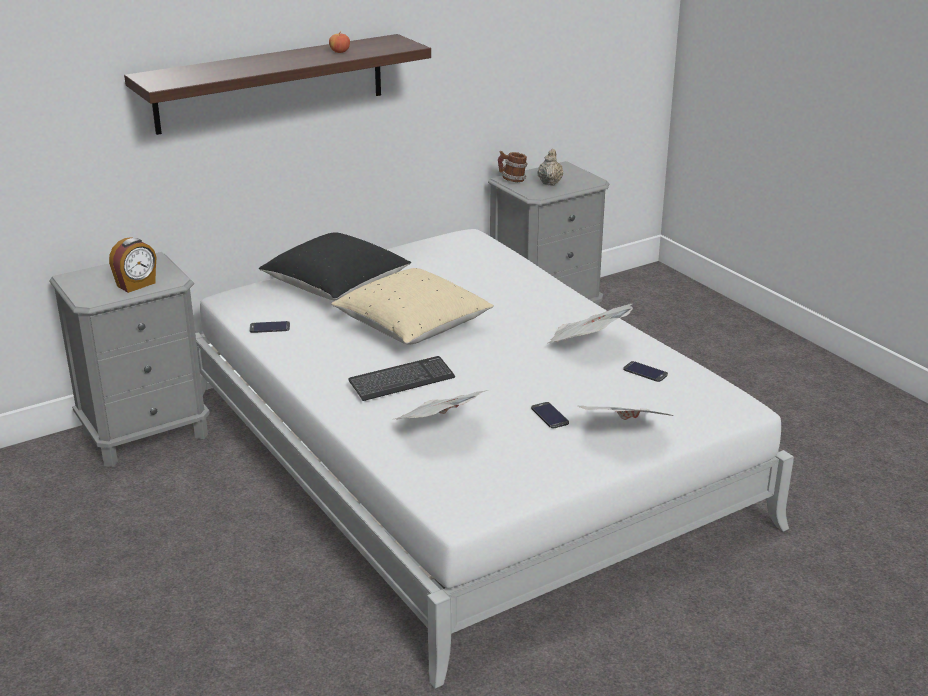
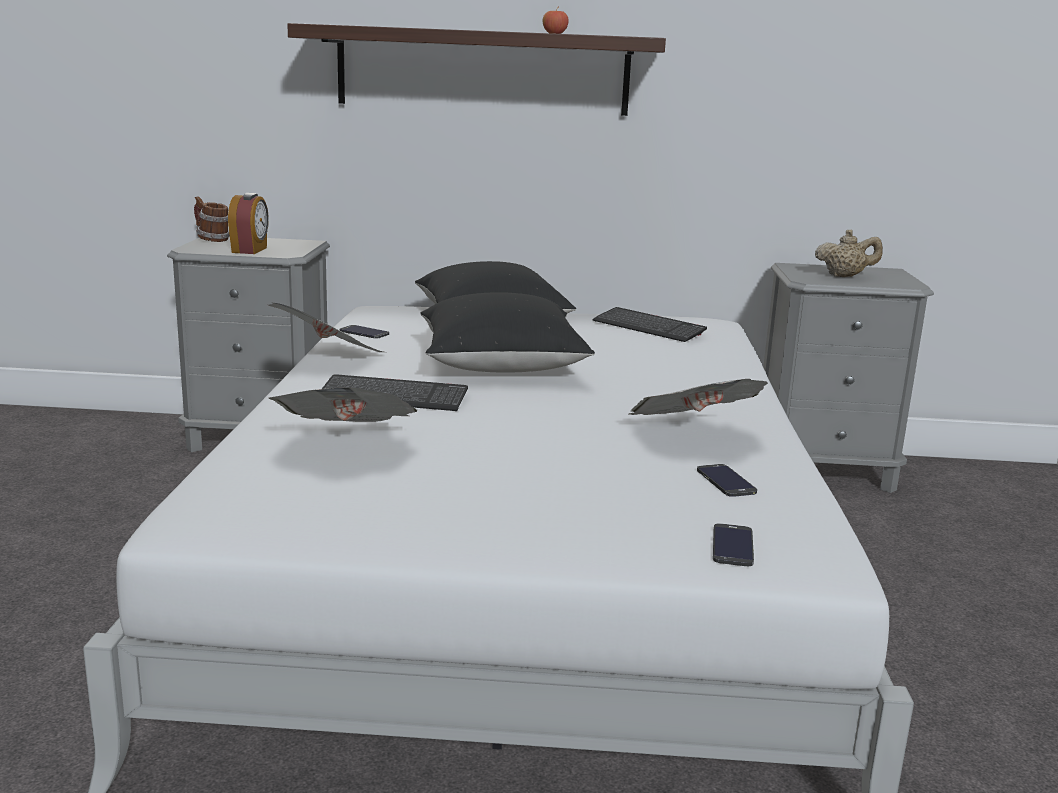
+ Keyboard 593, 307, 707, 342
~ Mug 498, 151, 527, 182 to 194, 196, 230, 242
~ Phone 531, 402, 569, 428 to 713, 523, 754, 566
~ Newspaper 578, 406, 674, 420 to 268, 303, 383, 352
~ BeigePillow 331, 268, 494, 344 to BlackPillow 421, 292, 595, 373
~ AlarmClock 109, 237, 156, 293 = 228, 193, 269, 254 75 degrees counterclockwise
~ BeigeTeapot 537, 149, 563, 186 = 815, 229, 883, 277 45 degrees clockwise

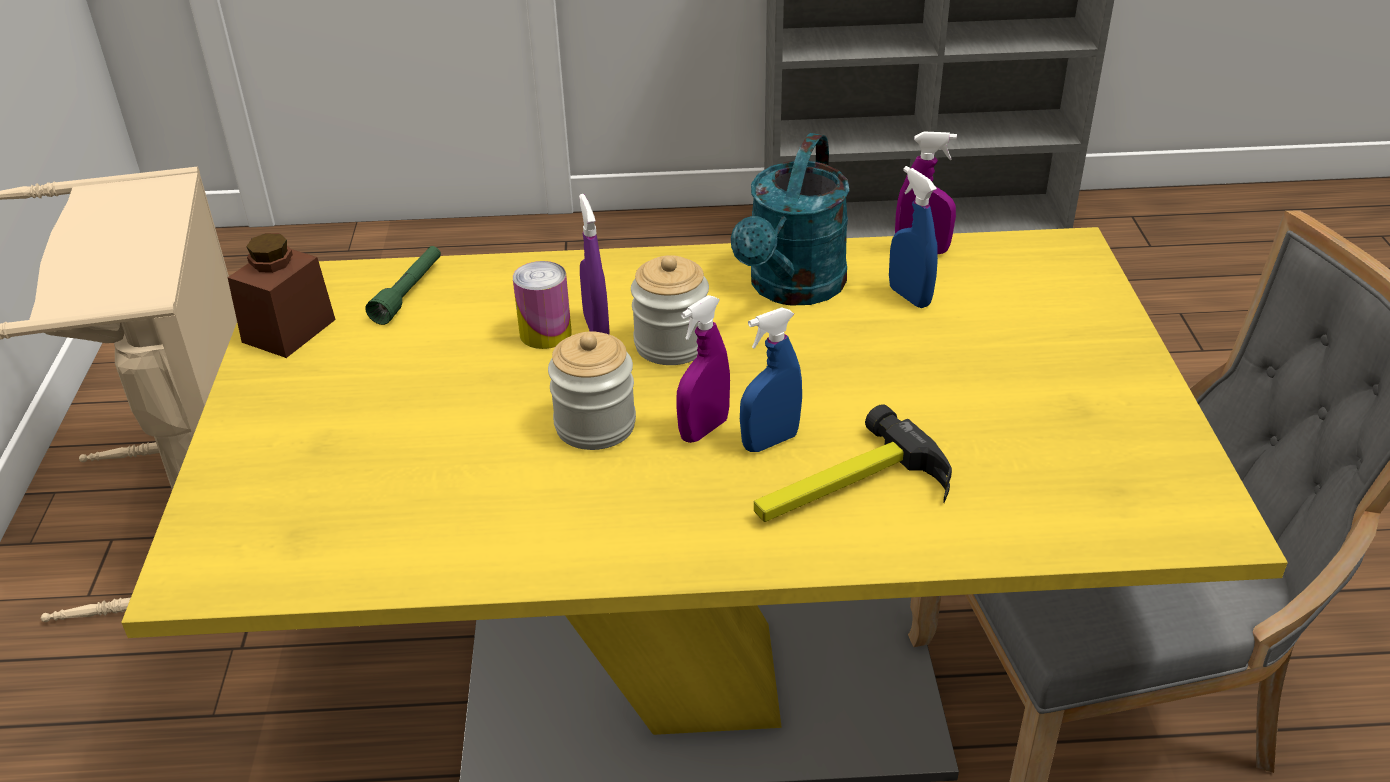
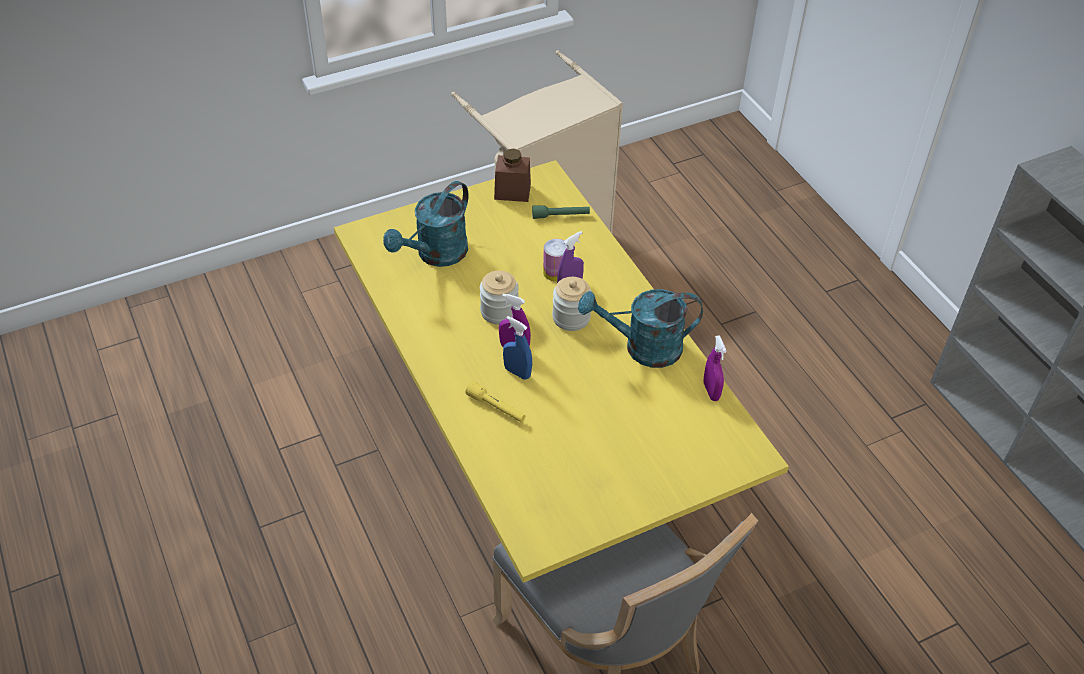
- BlueSprayBottle 889, 166, 938, 308
+ TurquoiseWateringCan 383, 181, 469, 267
~ Hammer 754, 404, 952, 522 to YellowFlashlight 465, 381, 525, 422

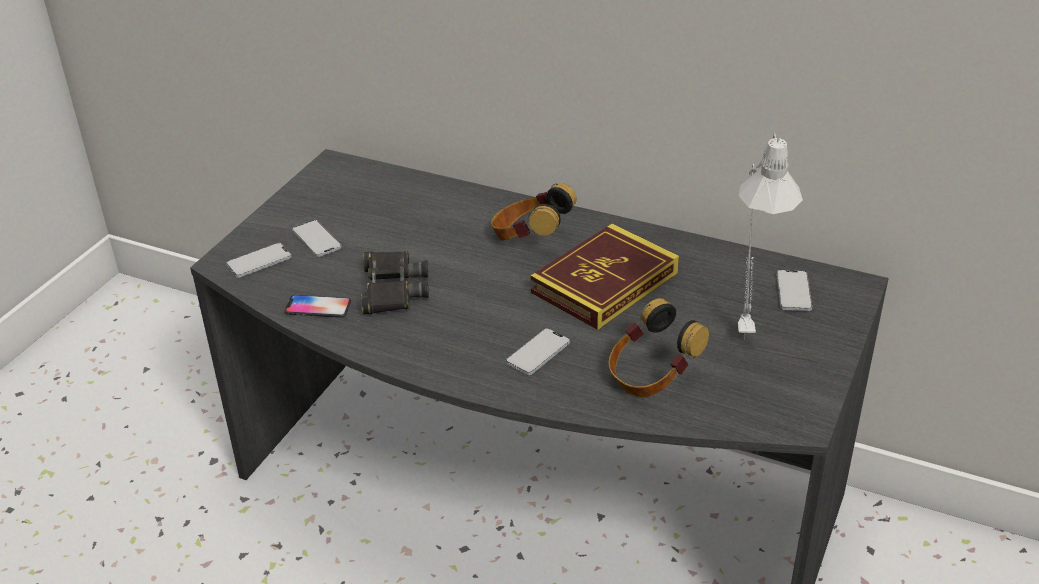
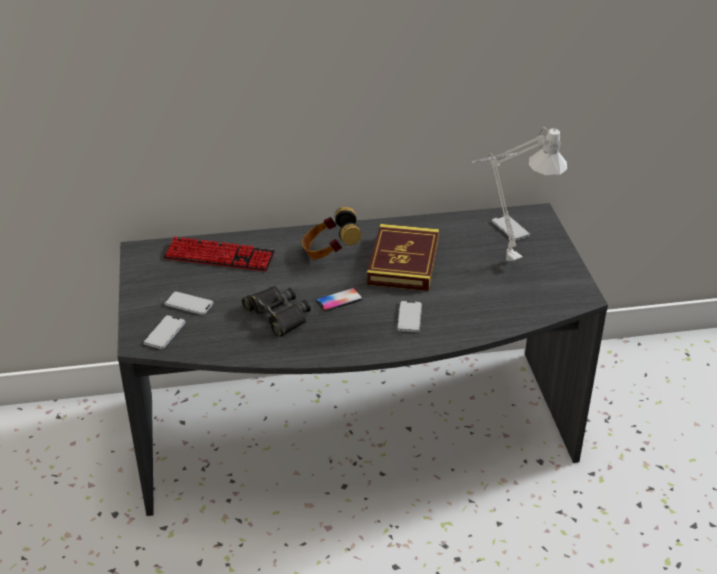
- Headphones 608, 298, 709, 397
+ Keyboard 163, 237, 275, 271
~ Phone 284, 295, 351, 318 to 315, 288, 363, 312

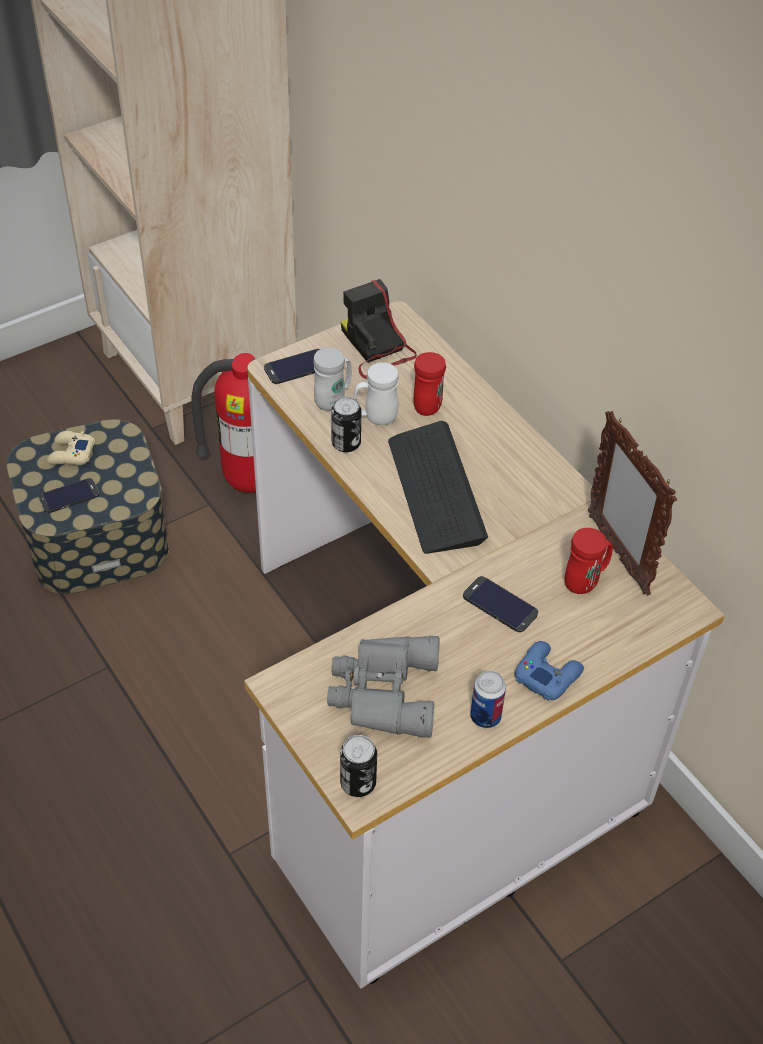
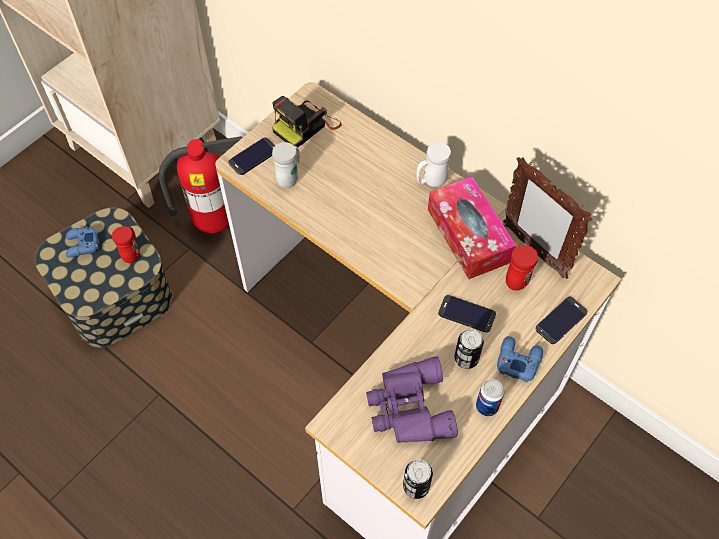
- Keyboard 388, 421, 488, 554
+ TissueBox 428, 177, 516, 279
~ Phone 39, 478, 99, 513 to 535, 297, 587, 344
~ Can 331, 396, 361, 452 to 454, 329, 484, 369
~ WhiteMug 354, 362, 399, 425 to 416, 142, 451, 187
~ RedMug 414, 352, 446, 416 to 112, 226, 139, 263
~ BeigeGameController 47, 431, 95, 465 to BlueGameController 66, 227, 98, 258
~ GreyBinoculars 327, 636, 440, 738 to PurpleBinoculars 366, 356, 458, 443
~ PhotoCamera 341, 279, 417, 379 = 272, 96, 342, 147 90 degrees counterclockwise

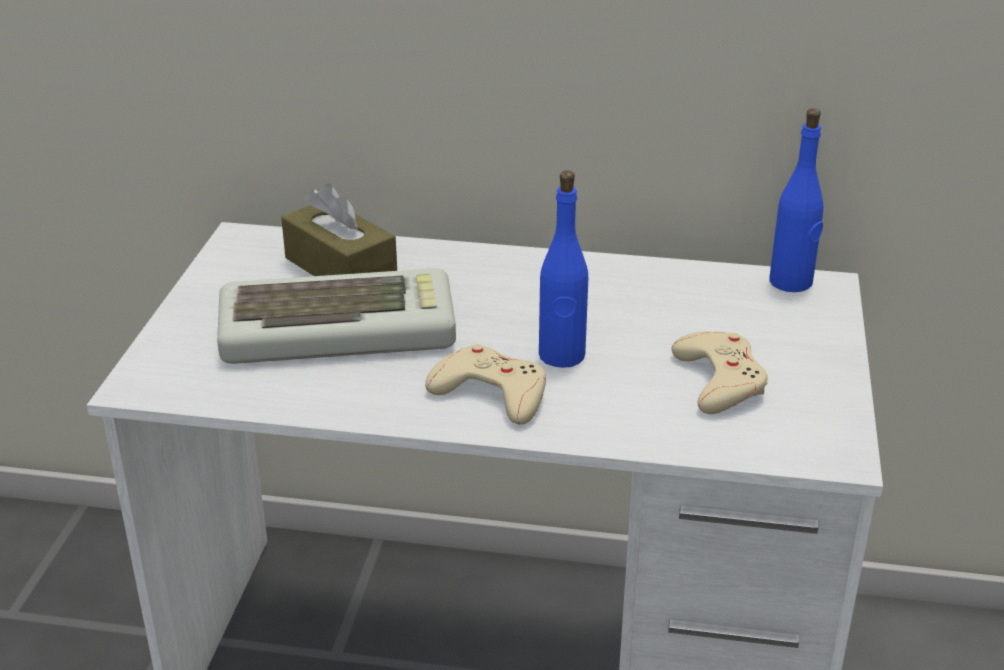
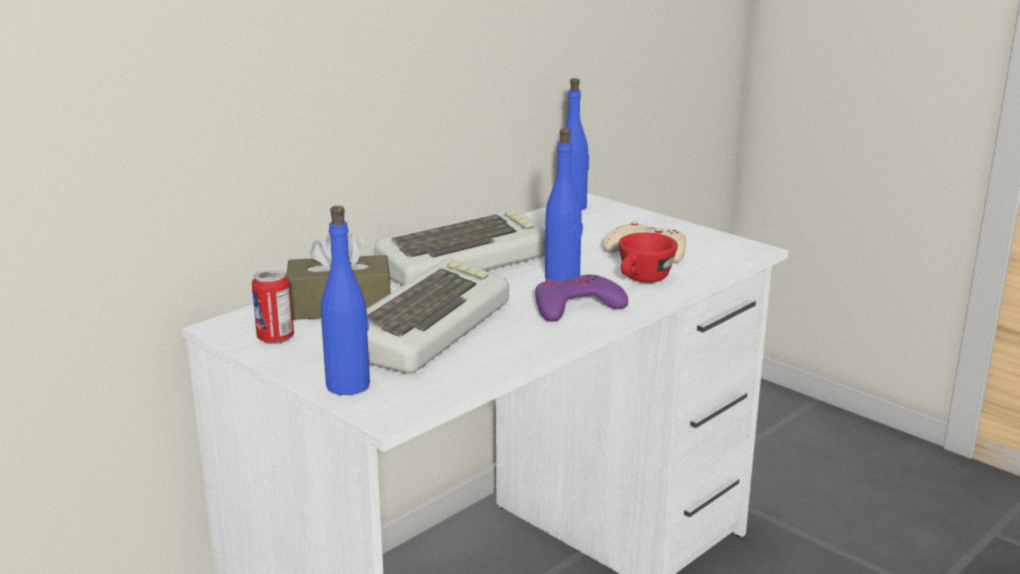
+ Can 252, 269, 294, 344
+ BlueBottle 321, 206, 370, 395
+ Keyboard 375, 208, 545, 286
+ RedCup 618, 233, 678, 283
~ BeigeGameController 425, 344, 546, 425 to PurpleGameController 535, 275, 628, 322

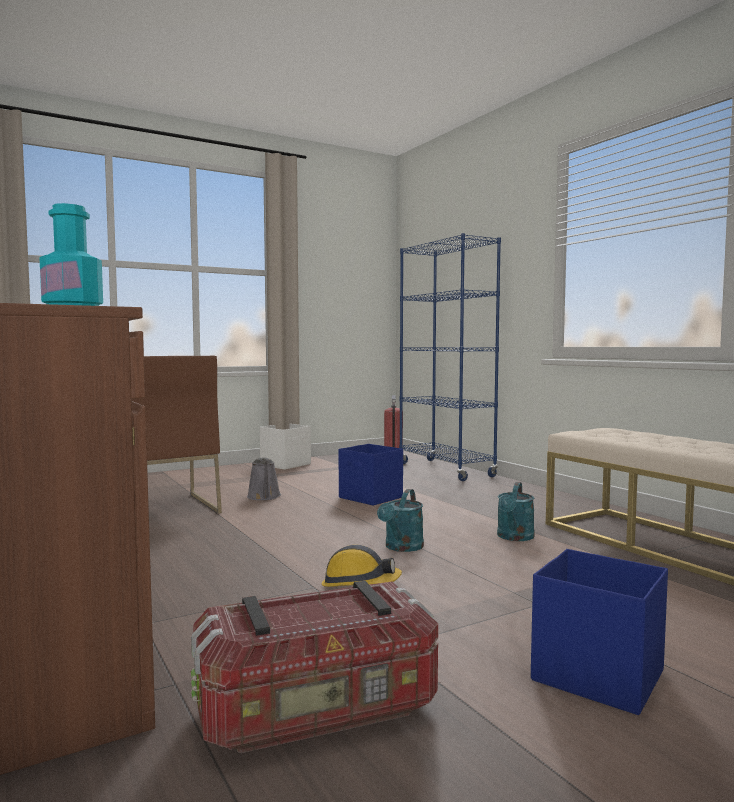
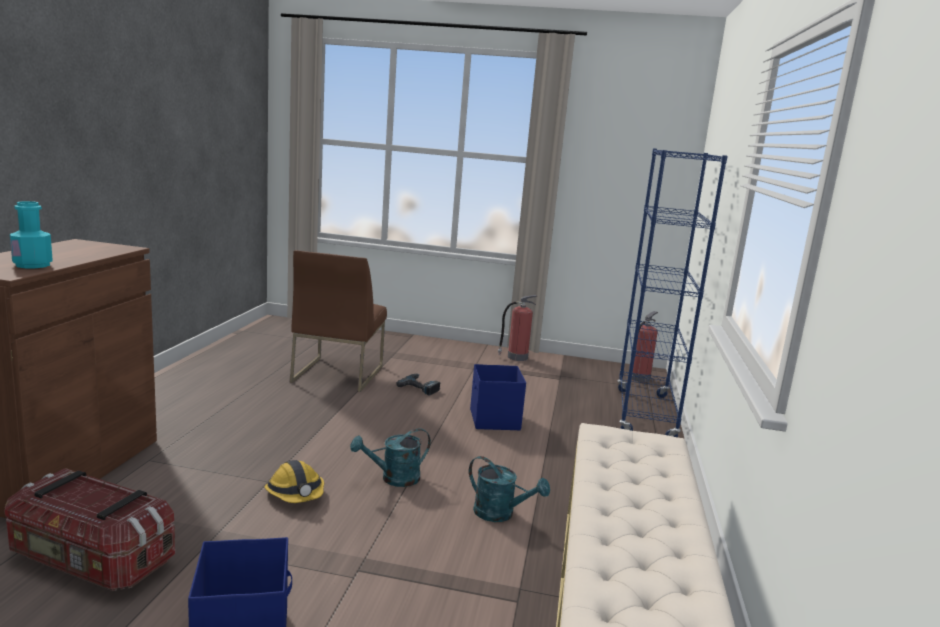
~ GreyWateringCan 247, 458, 281, 500 to PowerDrill 396, 373, 440, 396
~ WhiteStorageBox 260, 424, 311, 470 to FireExtinguisher 498, 295, 537, 361
~ TurquoiseWateringCan 497, 482, 535, 541 = 469, 456, 550, 522 120 degrees counterclockwise

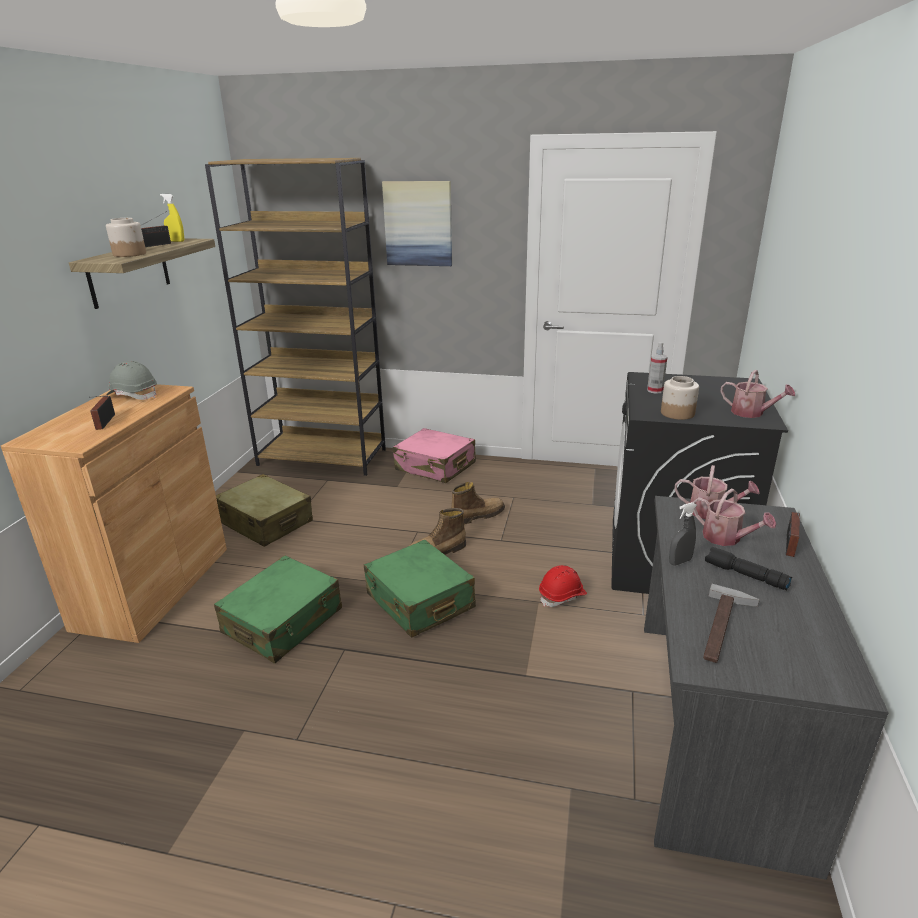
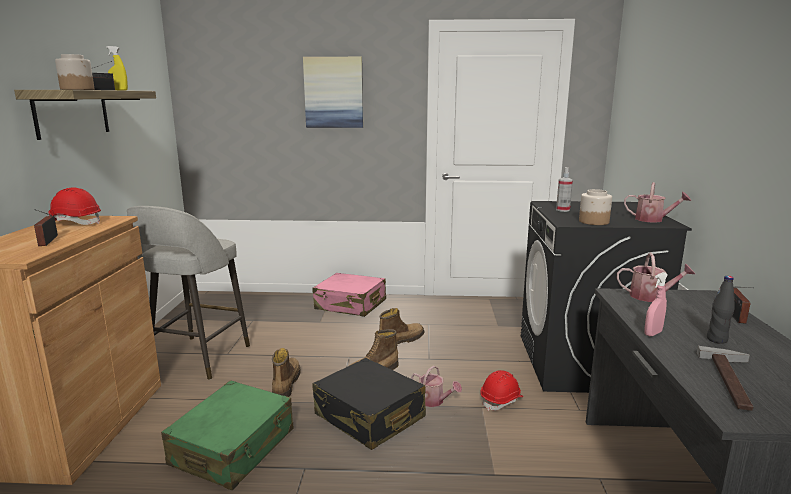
- BrownBookcase 205, 158, 386, 476
+ Boot 272, 348, 301, 397
~ WateringCan 693, 488, 776, 546 to 411, 366, 462, 407
~ BeigeSuitcase 216, 474, 313, 547 to GreyStool 127, 206, 250, 380
~ BlackFlashlight 705, 547, 792, 590 to BlackBottle 707, 276, 735, 344
~ GreyHardHat 106, 361, 157, 400 to RedHardHat 48, 187, 101, 225
~ GreenSuitcase 364, 540, 476, 638 to BlackSuitcase 312, 358, 426, 450
~ GreySprayBottle 669, 502, 697, 565 to PinkSprayBottle 644, 272, 668, 336

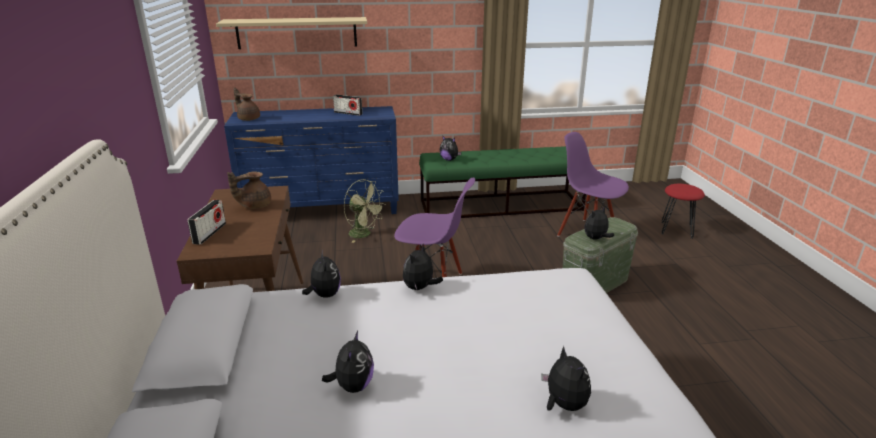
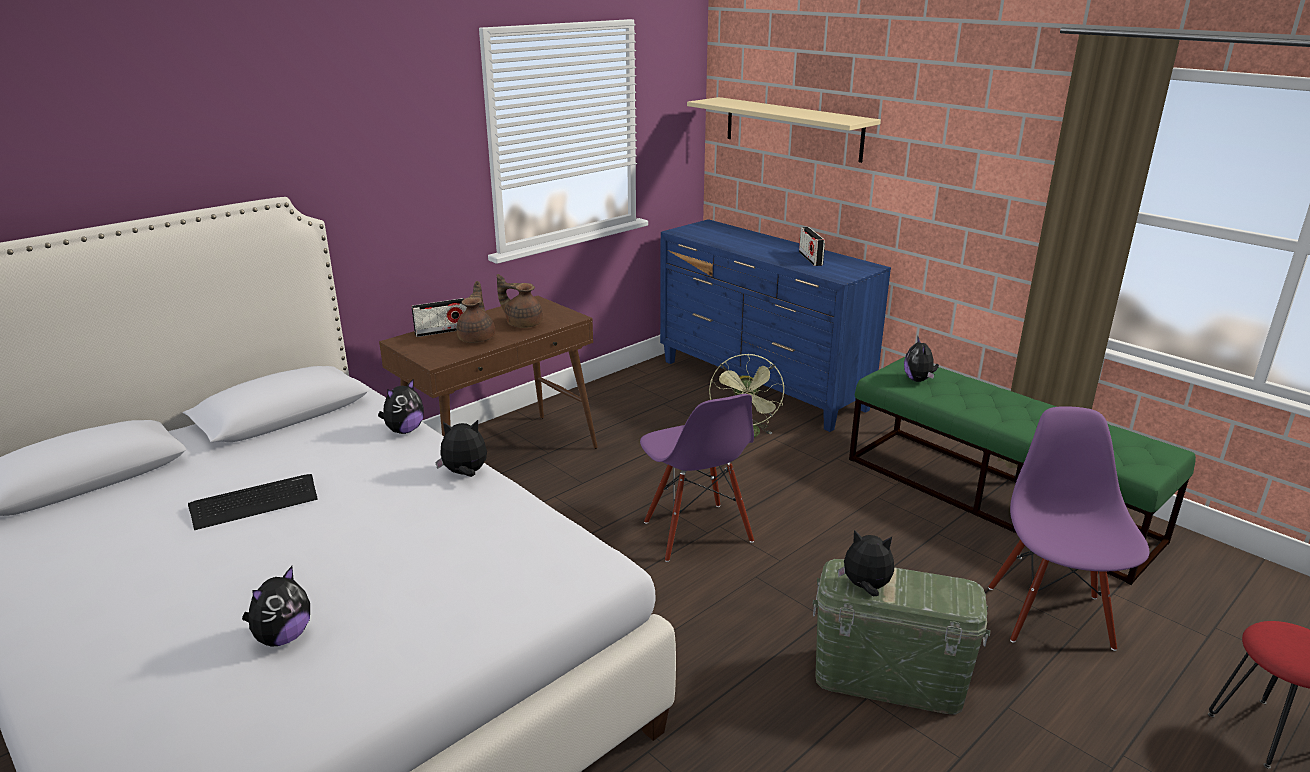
~ BrownTeapot 233, 87, 260, 121 to 457, 281, 495, 343
~ PlushToy 322, 331, 374, 393 to Keyboard 188, 474, 318, 530

